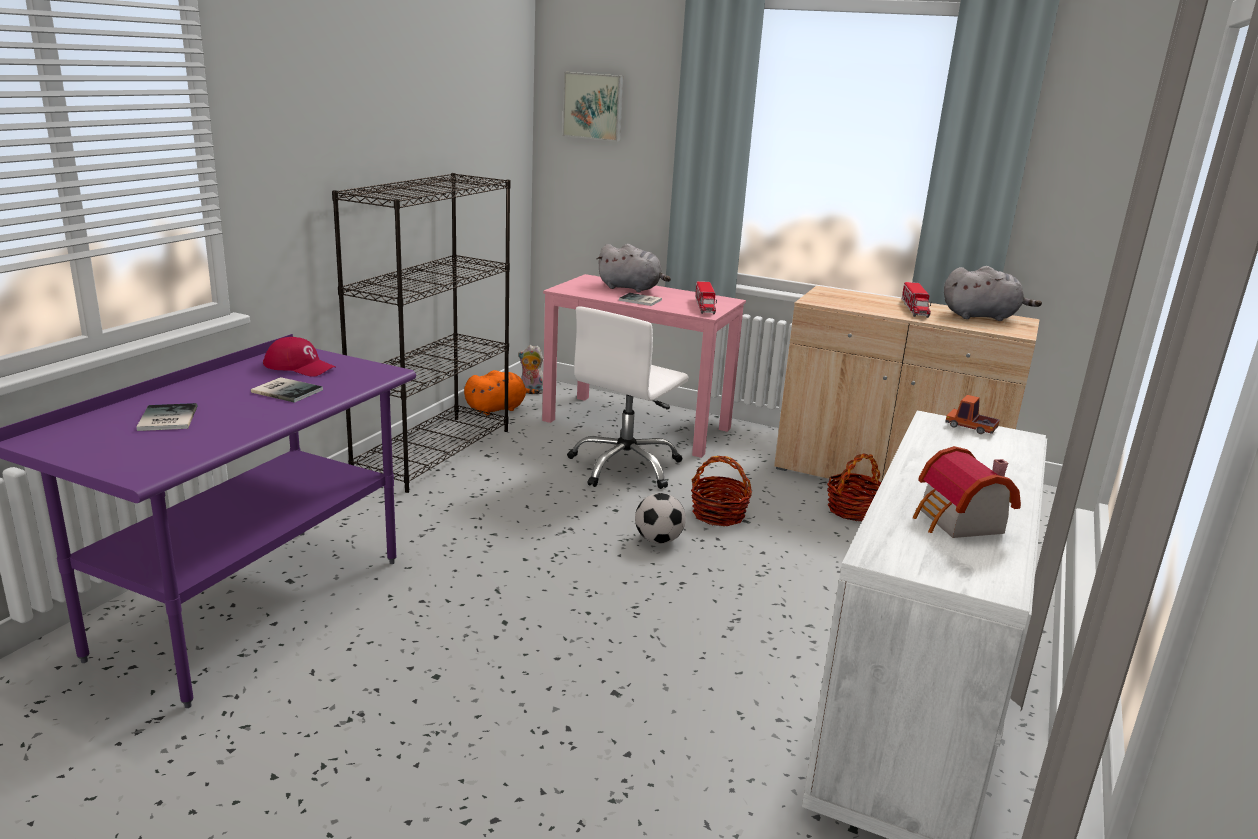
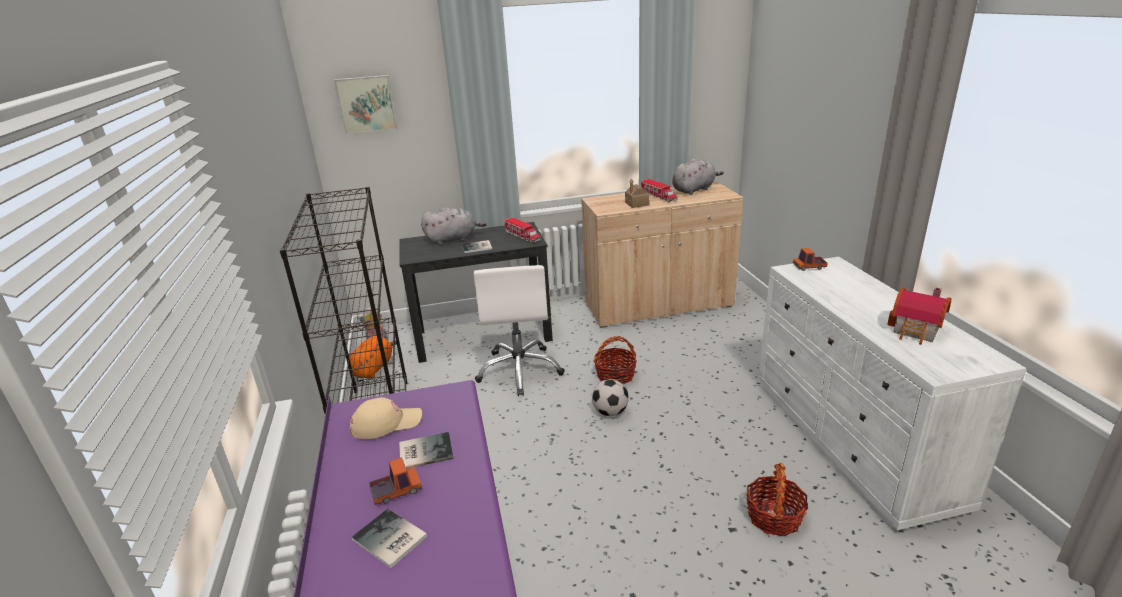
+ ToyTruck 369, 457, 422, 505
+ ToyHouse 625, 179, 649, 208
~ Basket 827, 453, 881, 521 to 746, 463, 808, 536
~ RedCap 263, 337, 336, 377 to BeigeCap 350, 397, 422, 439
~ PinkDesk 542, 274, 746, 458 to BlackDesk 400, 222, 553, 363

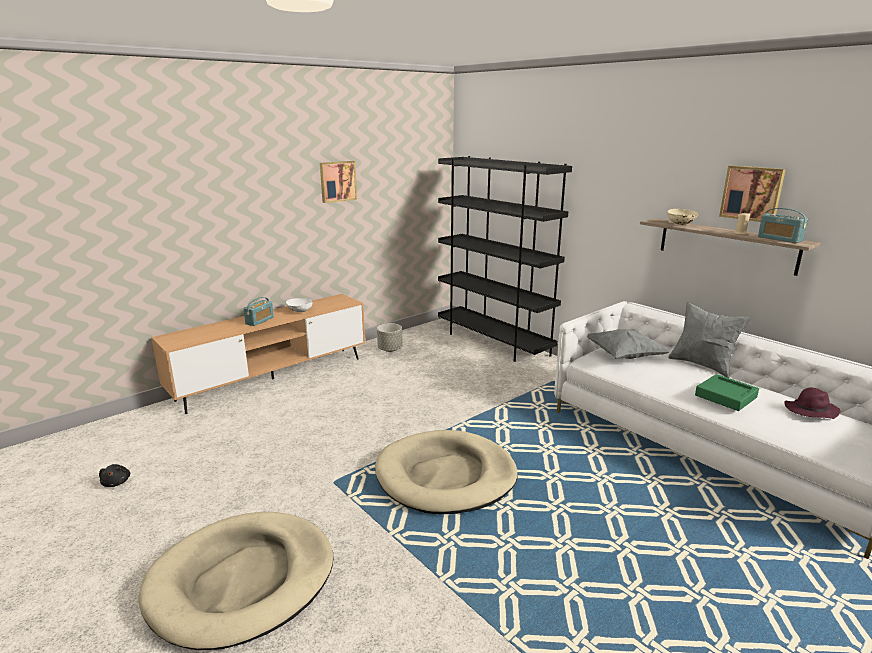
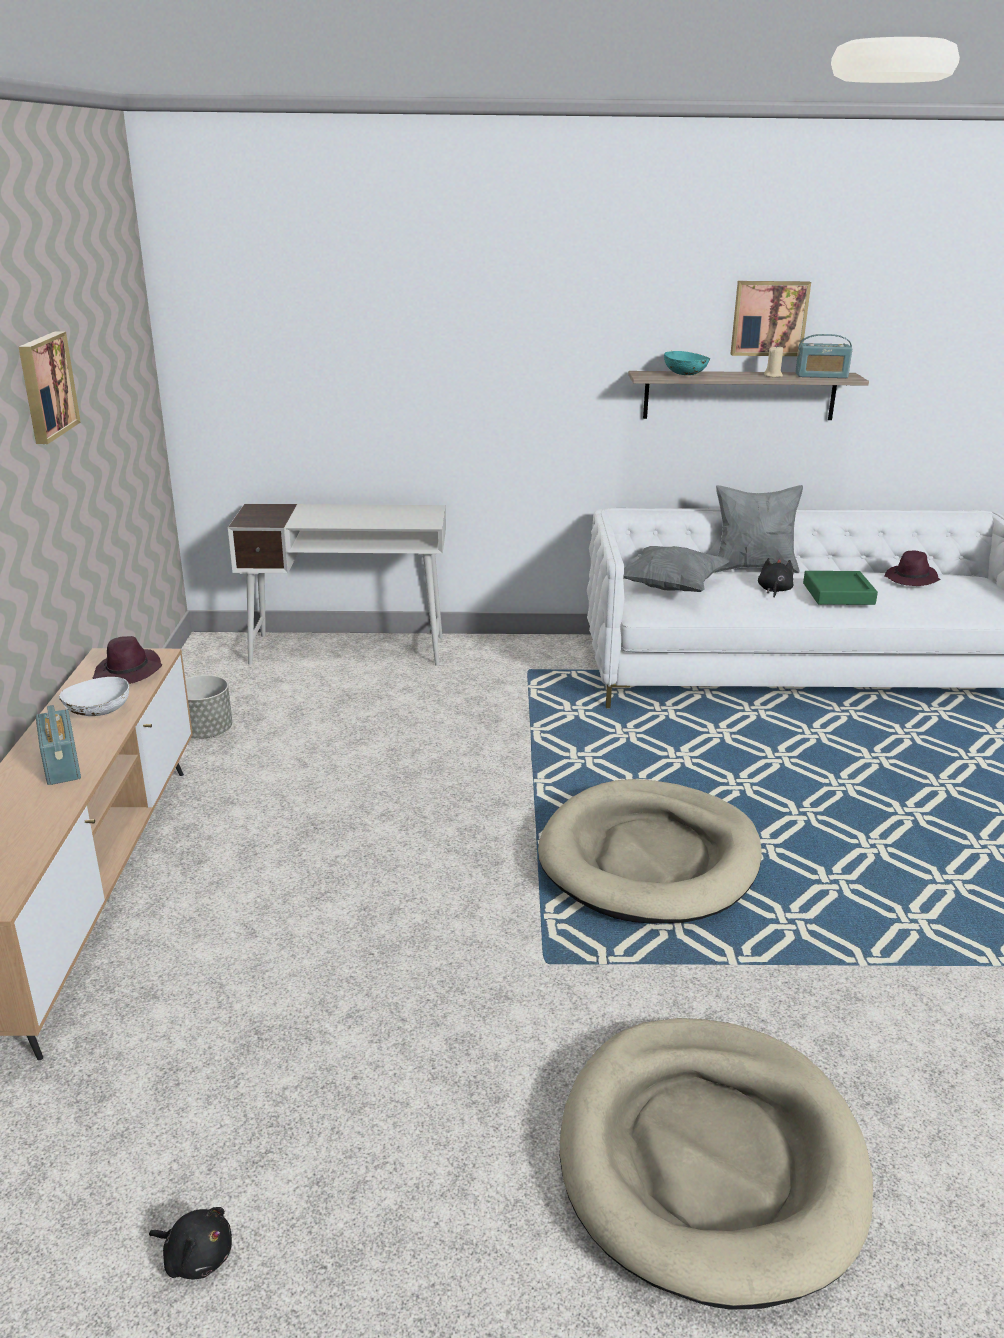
+ PurpleHat 93, 636, 163, 684
+ BlackPlushToy 758, 558, 794, 598
~ BlackBookcase 438, 156, 572, 362 to WhiteDesk 228, 504, 446, 666
~ BeigeBowl 668, 209, 699, 225 to TurquoiseBowl 664, 351, 710, 375

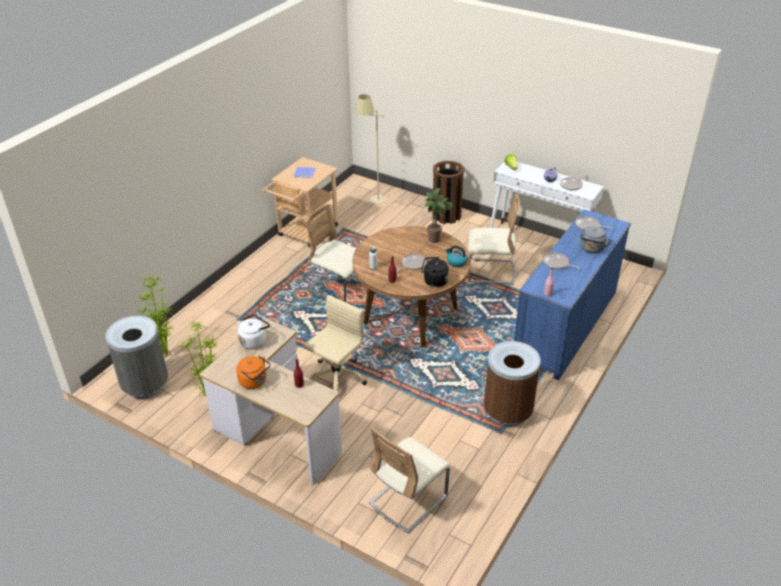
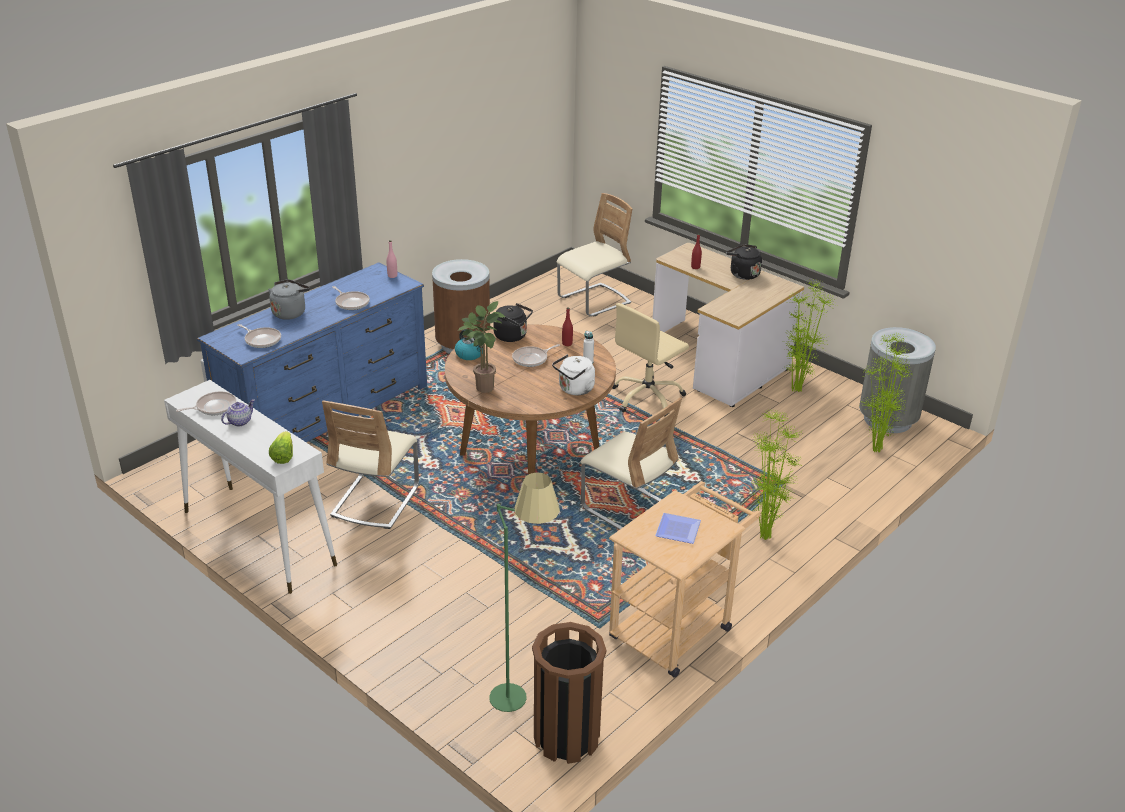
+ PottedPlant 747, 409, 802, 540
~ WhiteKettle 238, 314, 270, 349 to 552, 354, 595, 395
~ BrownTrashCan 432, 161, 464, 224 to 532, 622, 606, 764
~ OrangeKettle 236, 355, 271, 389 to BlackKettle 726, 244, 762, 280
~ BeigeFloorLamp 355, 94, 387, 204 to GreenFloorLamp 489, 472, 560, 712
~ BeigeChair 468, 194, 520, 285 = 322, 400, 419, 529 90 degrees counterclockwise

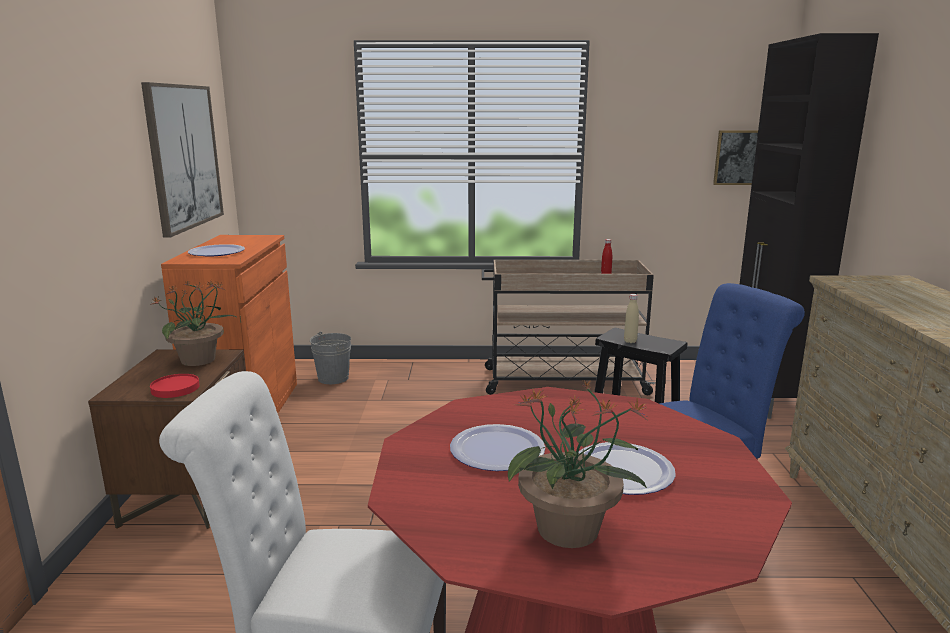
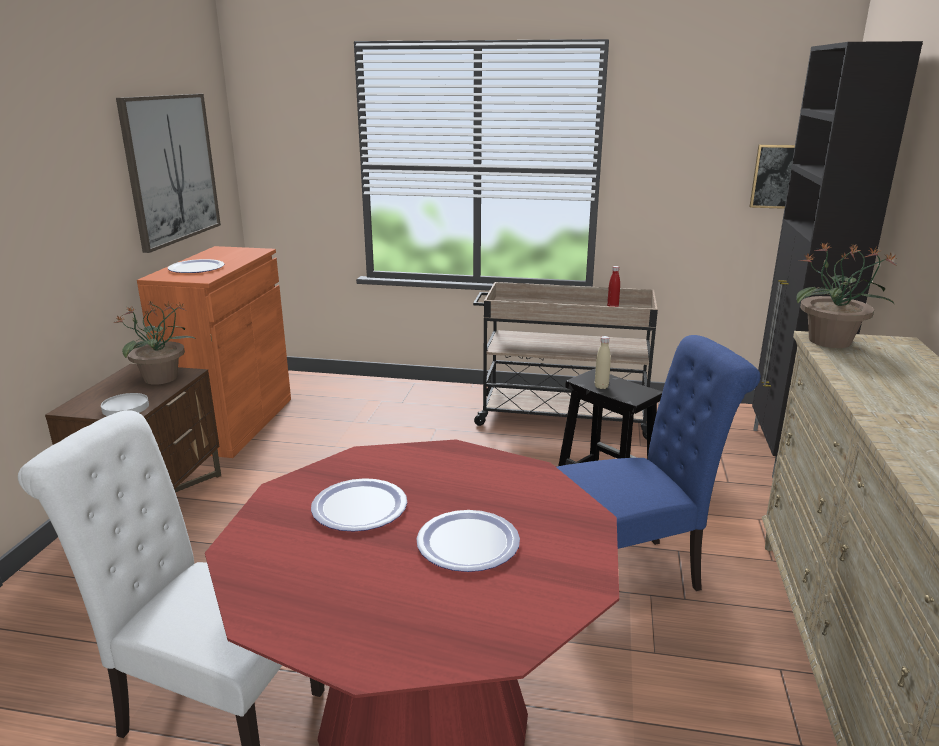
- GreyBucket 310, 332, 351, 384
~ PottedPlant 508, 380, 647, 548 to 796, 242, 897, 348
~ RedPlate 150, 374, 200, 398 to WhitePlate 101, 393, 149, 416

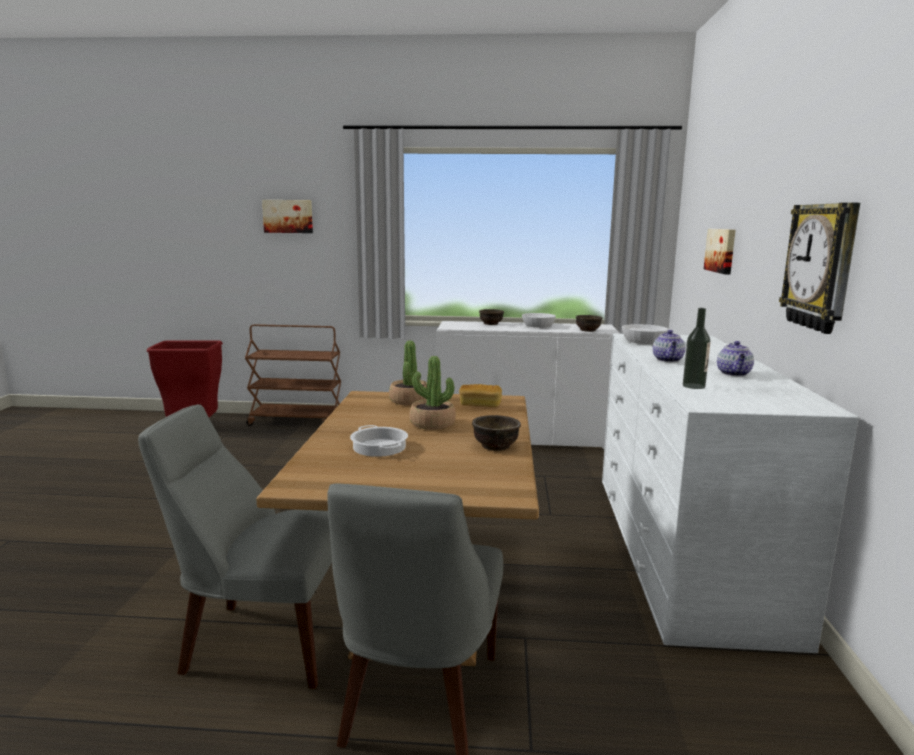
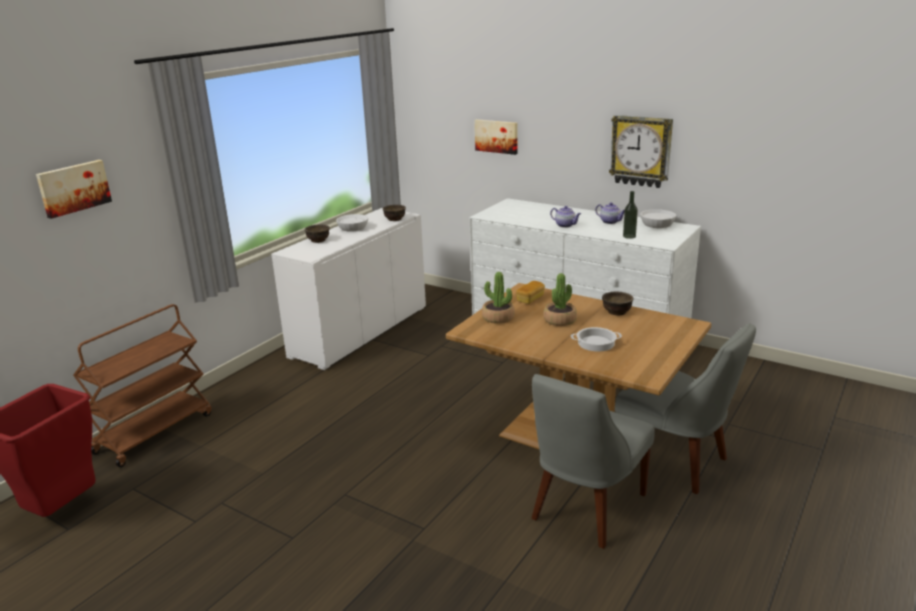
~ WhiteBowl 622, 324, 668, 344 to 640, 209, 676, 228

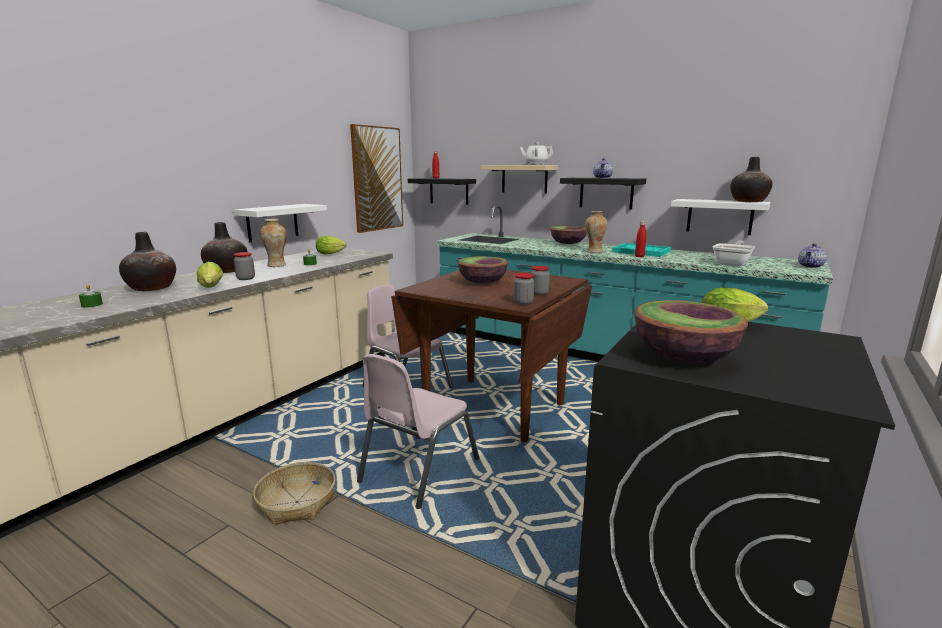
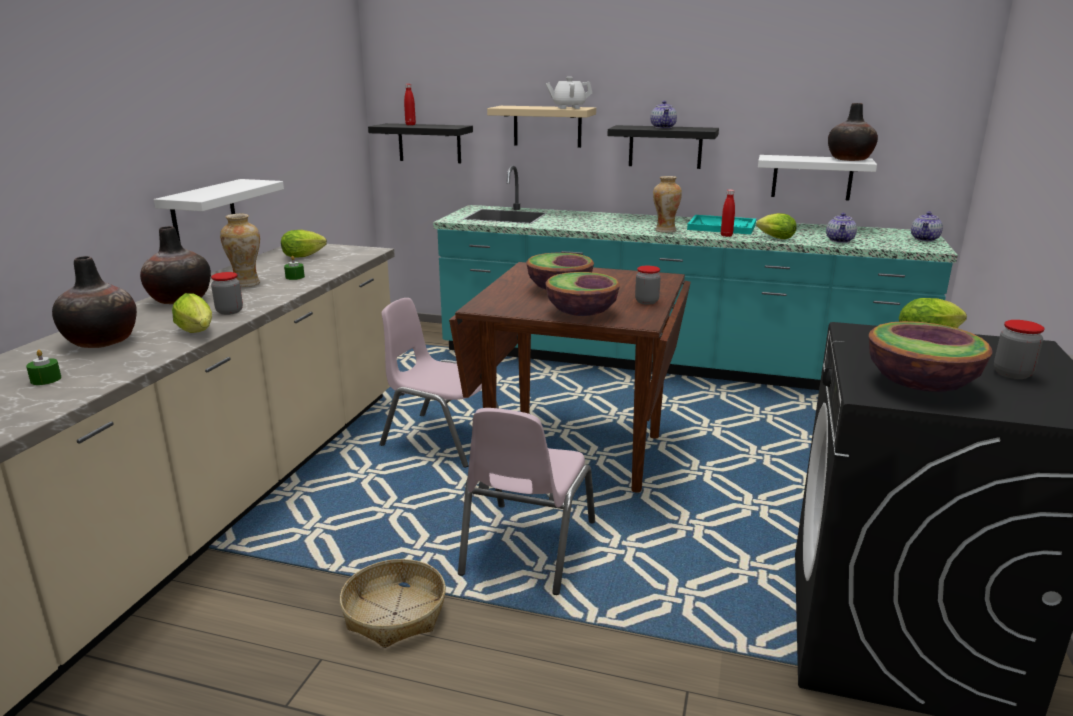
- Picture 350, 124, 403, 233
+ Lettuce 756, 213, 796, 239
~ Jar 514, 273, 534, 305 to 994, 320, 1045, 379
~ Bowl 550, 225, 587, 244 to 545, 272, 620, 316
~ FryingPan 712, 241, 755, 266 to Teapot 826, 213, 857, 243

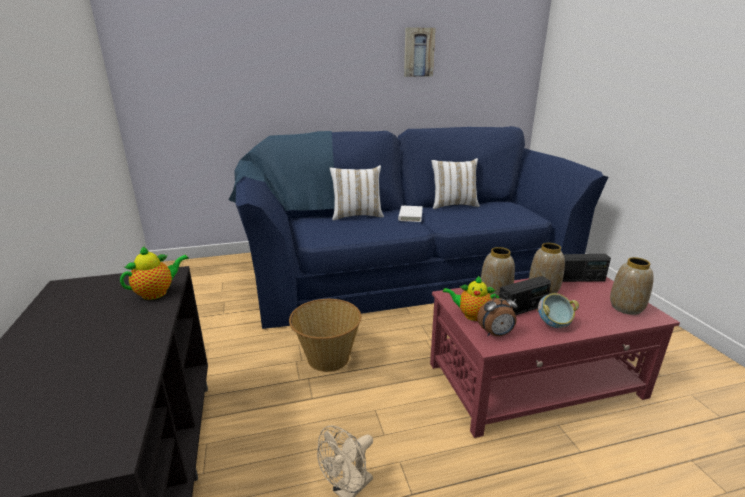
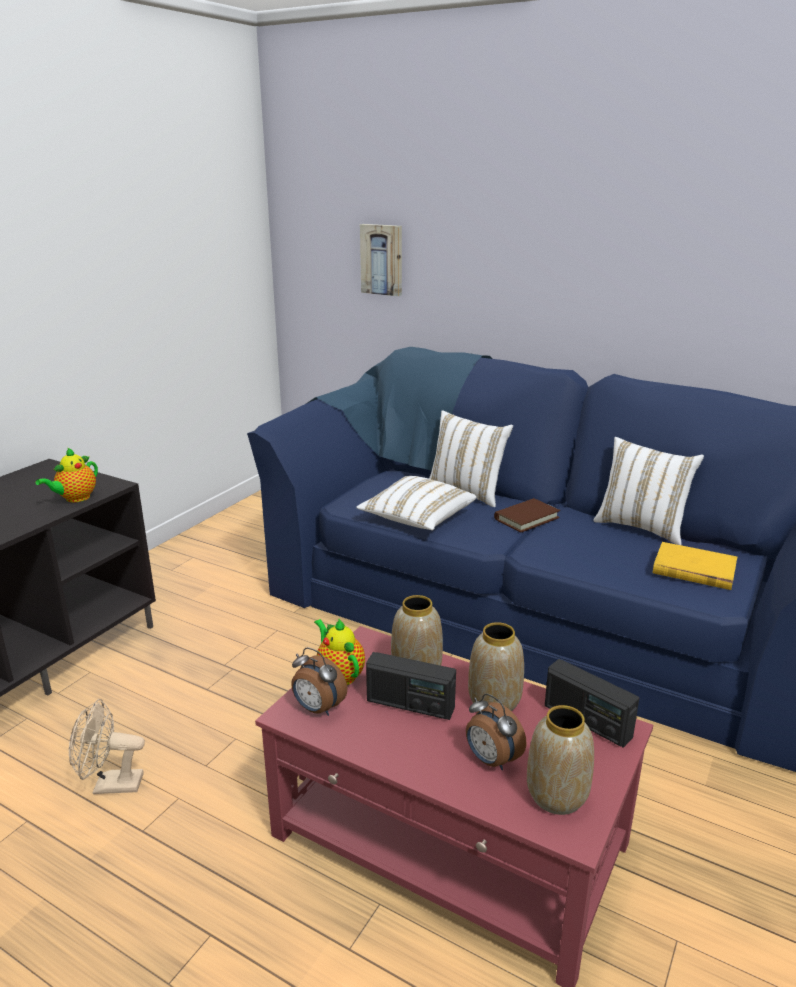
- Basket 289, 299, 361, 372
- Bowl 537, 293, 579, 328
+ WhitePillow 356, 476, 476, 530
+ AlarmClock 466, 694, 526, 770
+ YellowBook 653, 542, 737, 590
~ Picture 404, 27, 435, 77 to 360, 224, 402, 296
~ WhiteBook 398, 206, 423, 222 to BrownBook 494, 498, 560, 533
~ Teapot 120, 246, 189, 300 = 35, 448, 98, 502 120 degrees clockwise

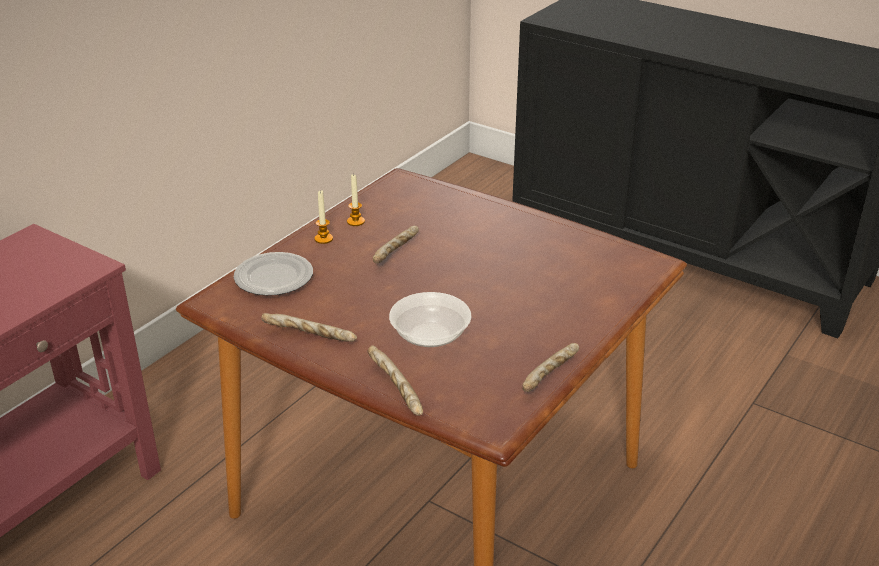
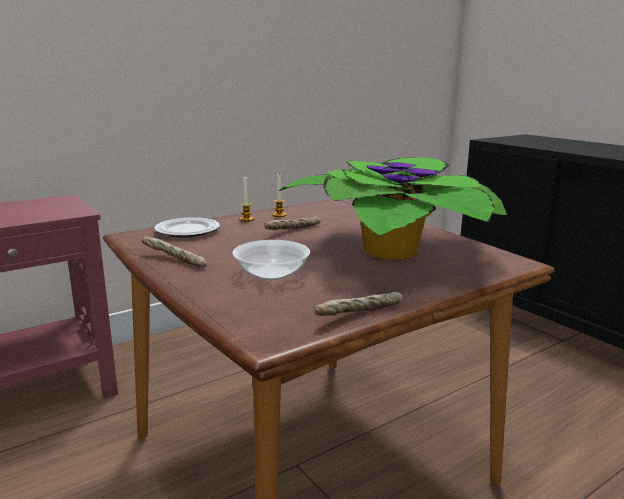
- Bread 368, 345, 423, 416
+ PottedPlant 279, 157, 508, 259

